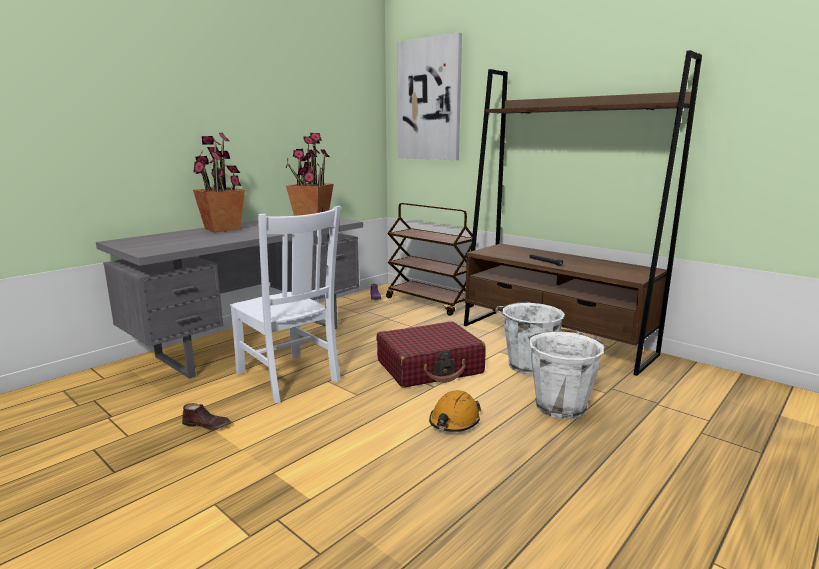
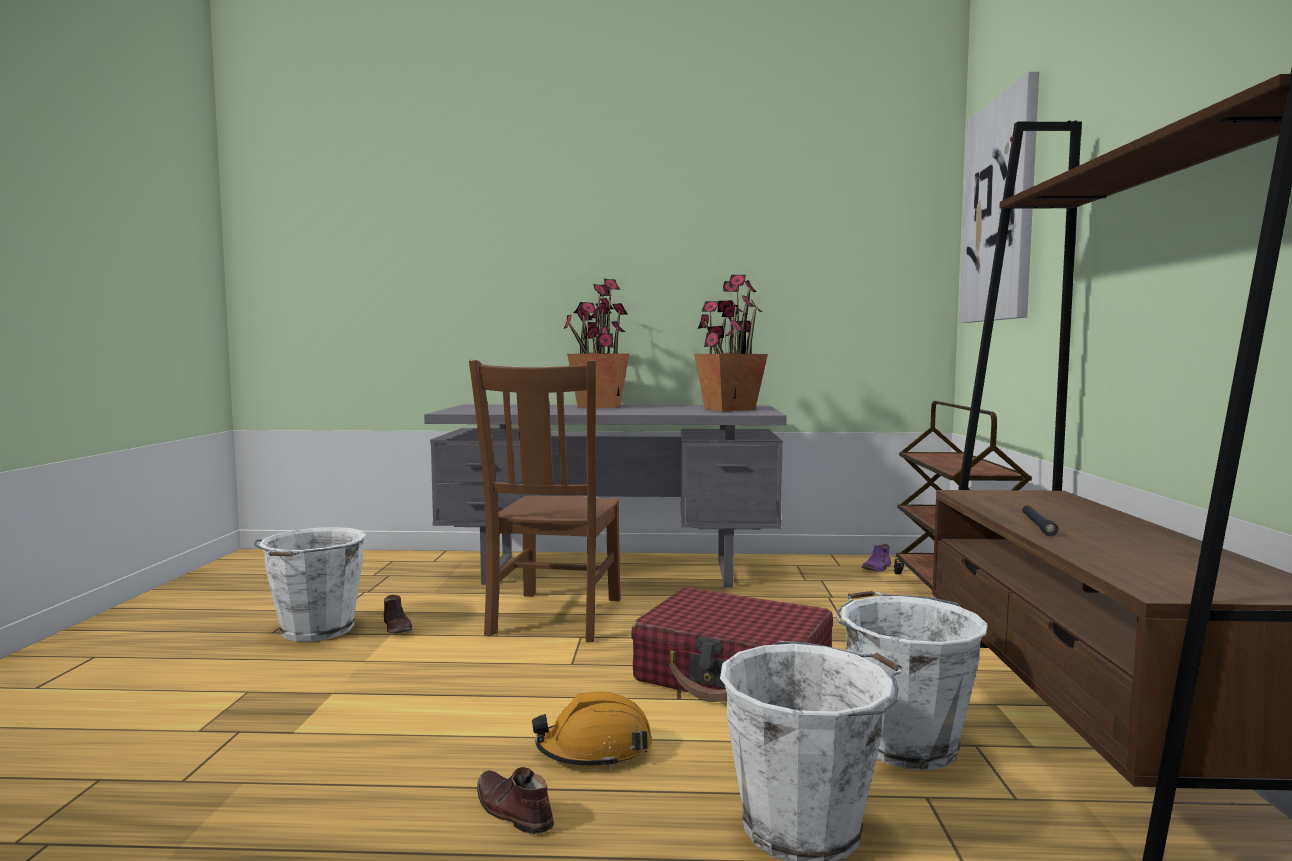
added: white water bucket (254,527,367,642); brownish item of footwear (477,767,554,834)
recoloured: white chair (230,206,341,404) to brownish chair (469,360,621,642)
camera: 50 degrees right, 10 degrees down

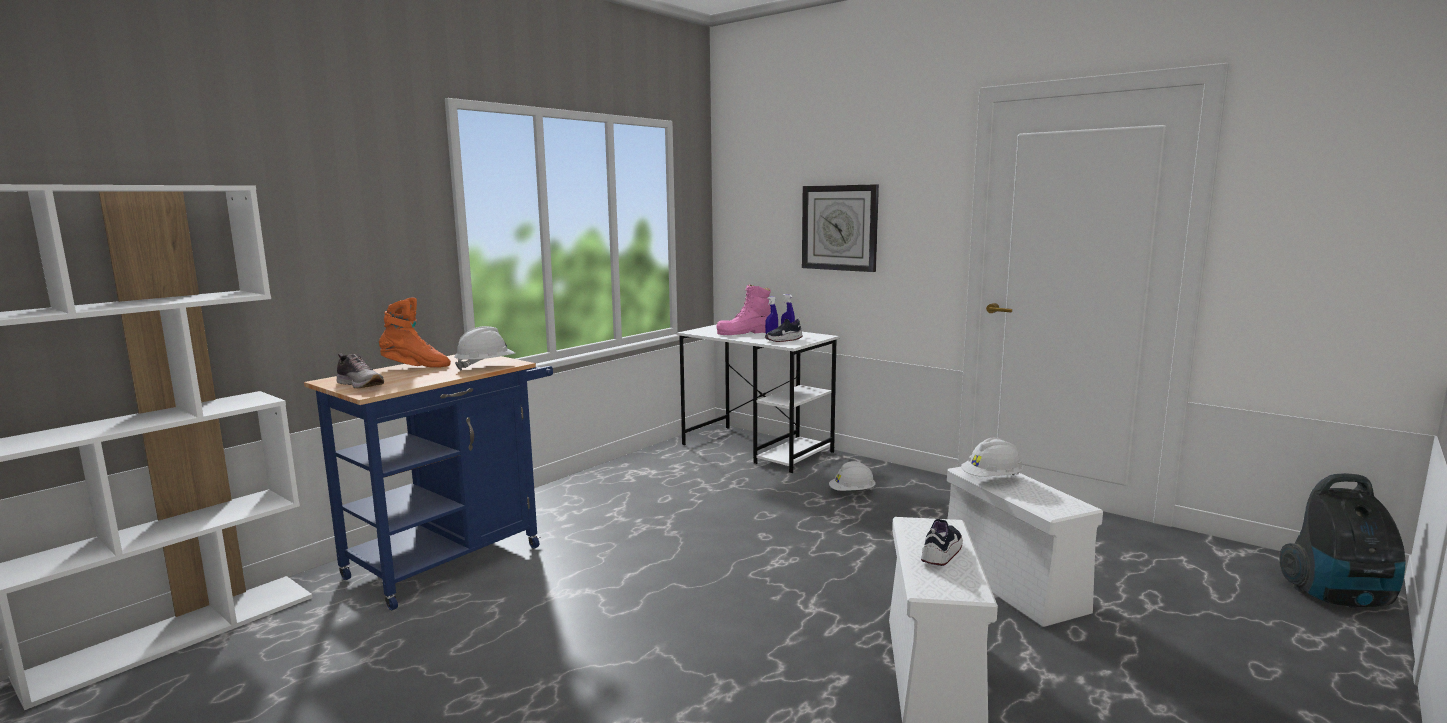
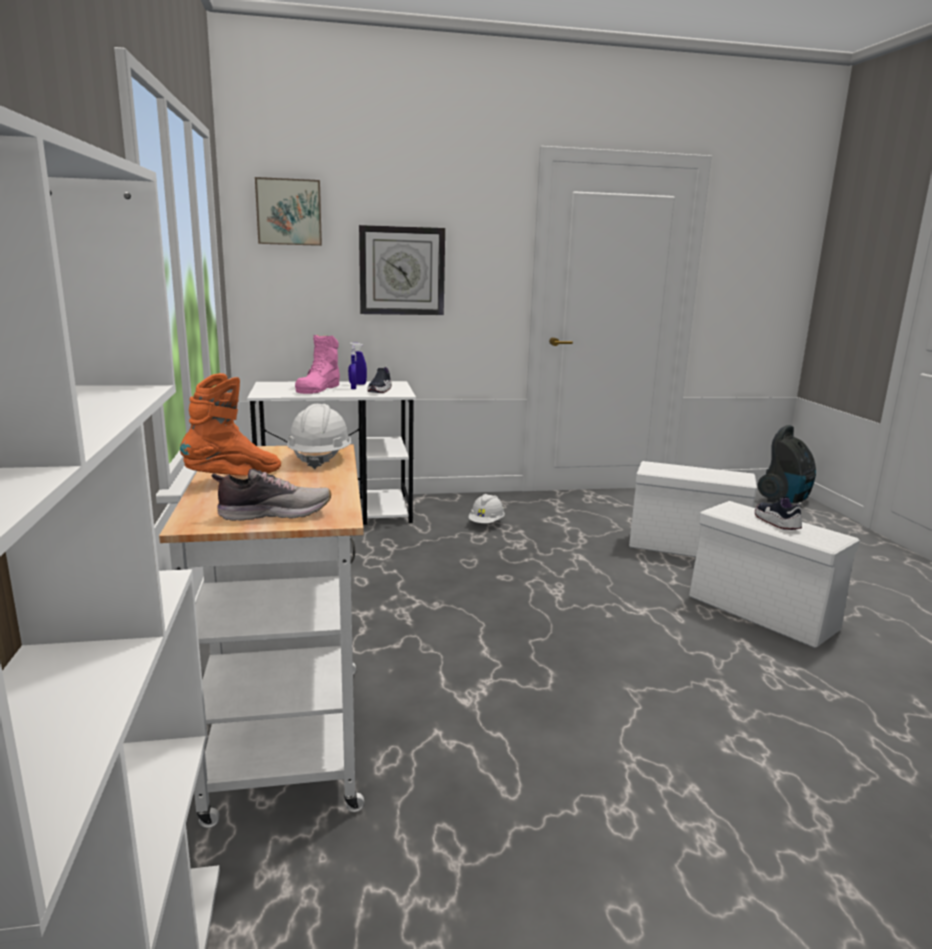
removed: white safety helmet (961,438,1023,477)
added: picture (255,177,322,246)
recoloured: bluish wheeled cart (304,354,553,610) to white wheeled cart (159,444,364,828)
camera: 50 degrees left, 5 degrees up

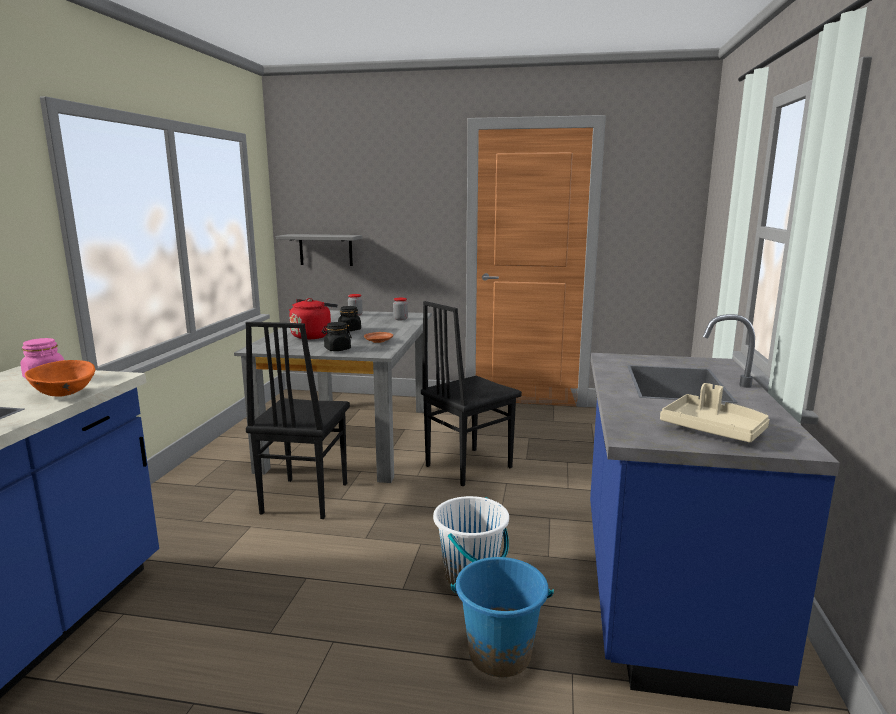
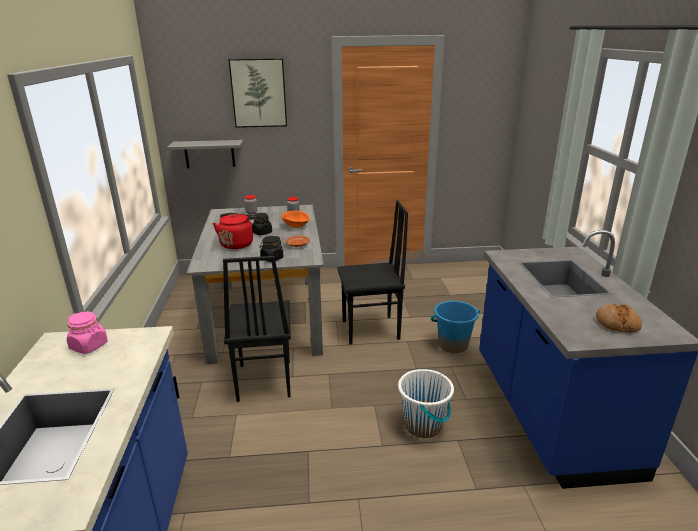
added: picture (228,58,287,128)
moved: orange-coloured serving bowl (25,360,96,397) to (282,211,310,228); bluish water bucket (451,557,554,677) to (431,301,480,353)
replaced: sand-coloured carrying tray (660,383,770,443) to bread (596,304,642,333)
turned: black-coloured chair (421,301,522,487) = (337,200,408,345) 135 degrees counterclockwise
camera: 15 degrees left, 10 degrees up

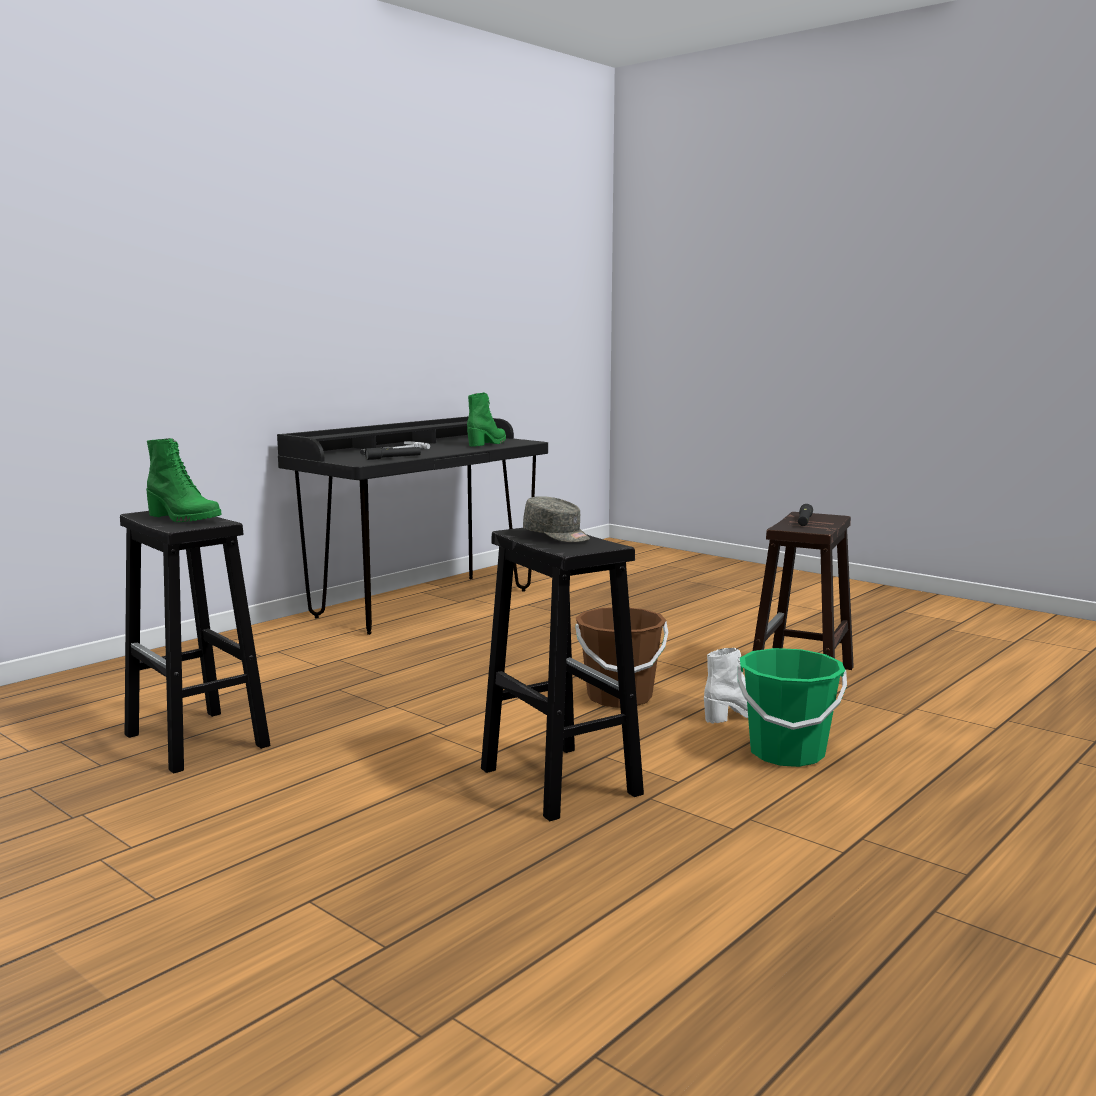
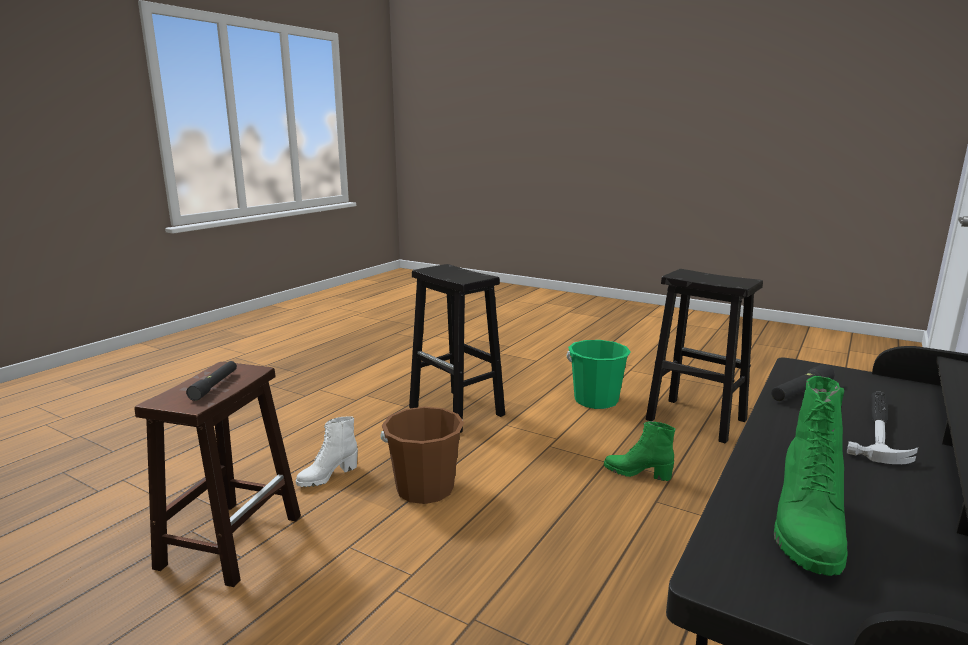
removed: grey baseball cap (523,496,590,542)
moved: green-coloured boot (146,438,222,522) to (604,421,676,481); green-coloured water bucket (737,648,847,767) to (567,340,630,409)
camera: 170 degrees right, 5 degrees up

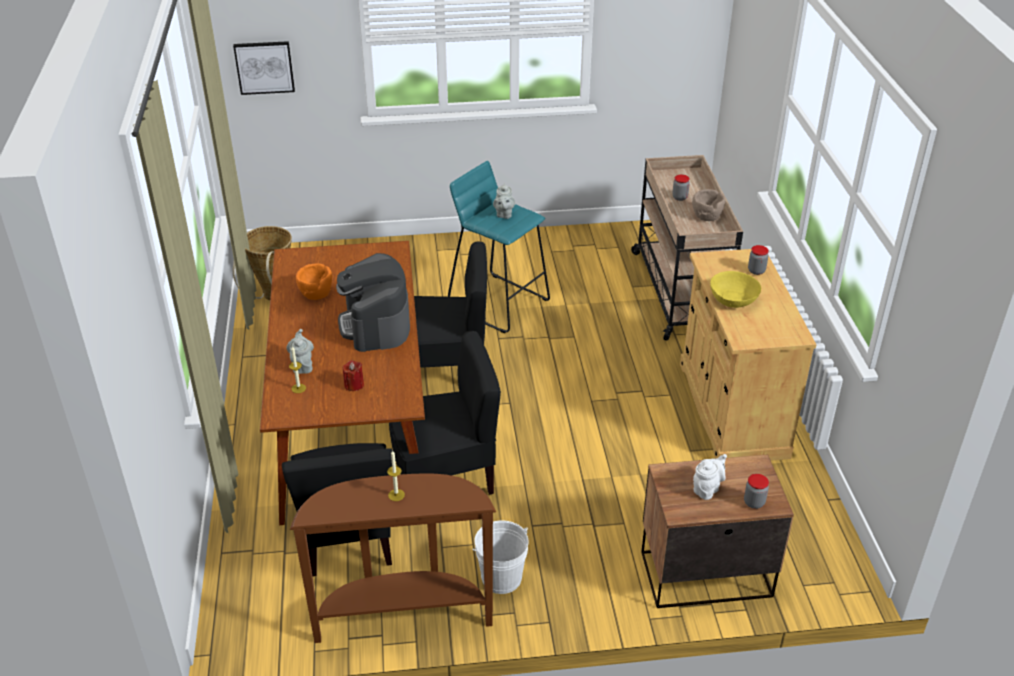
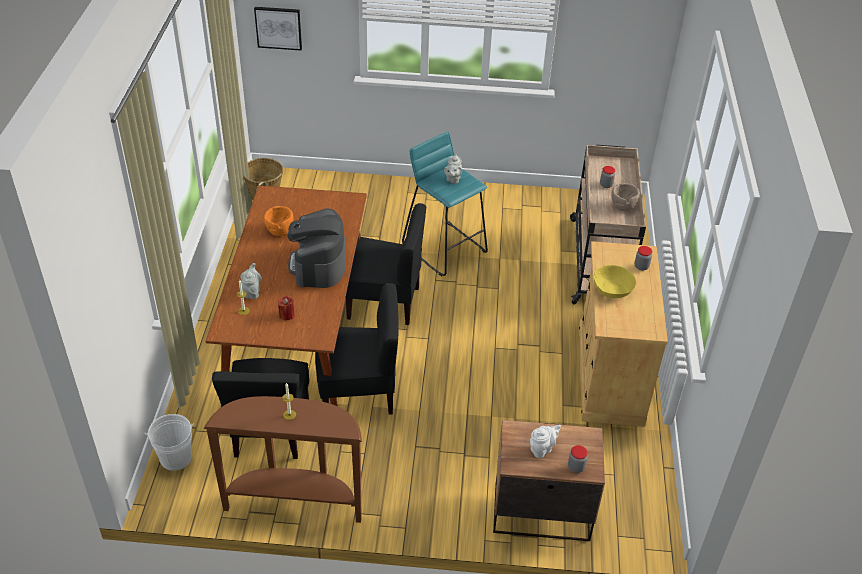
moved: white water bucket (473,521,528,594) to (145,414,194,471)
camera: 10 degrees right, 5 degrees up

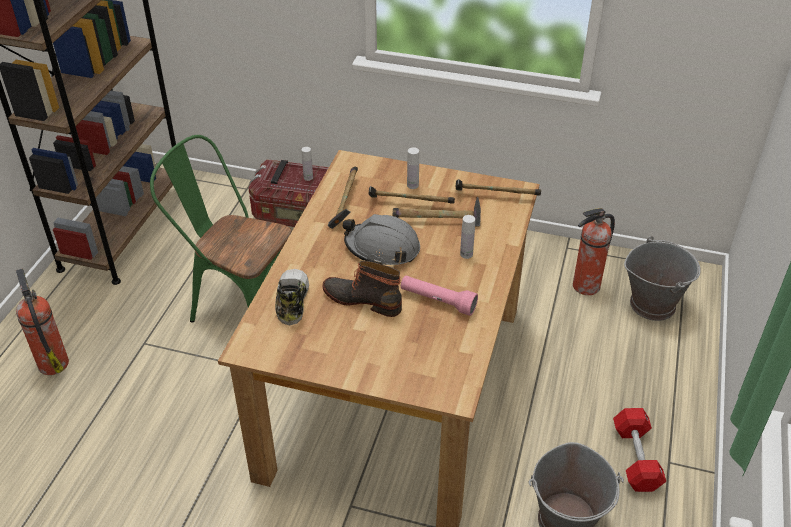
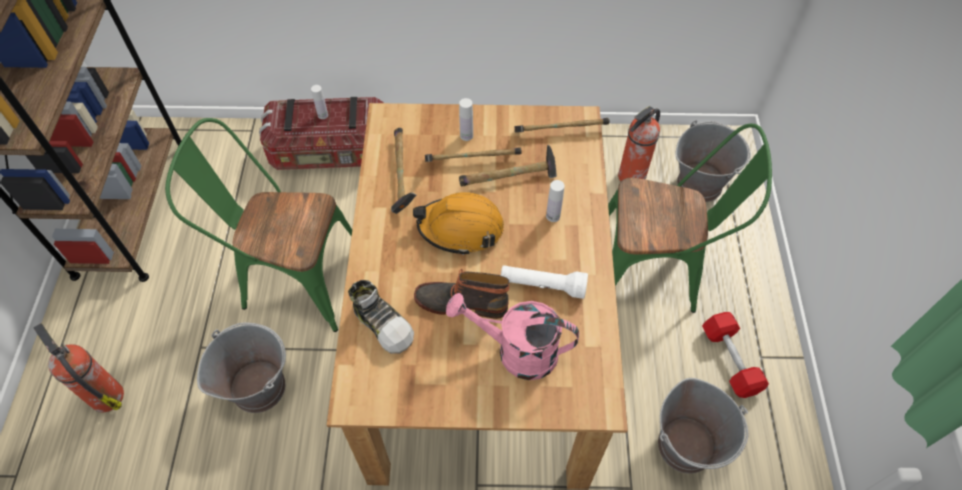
added: green-coloured chair (608,124,772,313); pinkish sprinkling can (446,293,579,380); grey water bucket (197,322,286,413)
recoloured: grey safety helmet (342,214,420,265) to orange-coloured safety helmet (413,192,504,255); pinkish torch (401,276,478,316) to white torch (501,265,588,299)
turned: item of footwear (275,269,309,325) = (348,280,414,354) 150 degrees clockwise
camera: 15 degrees left, 15 degrees up

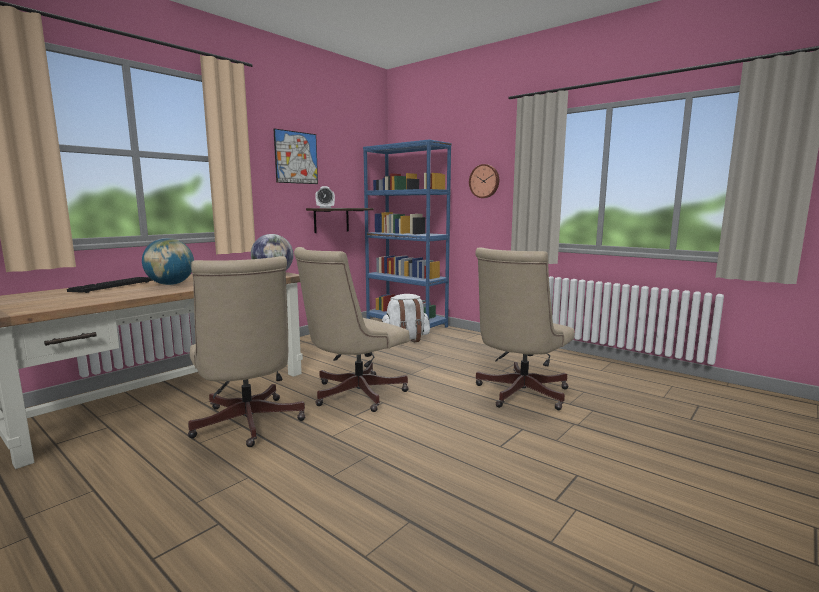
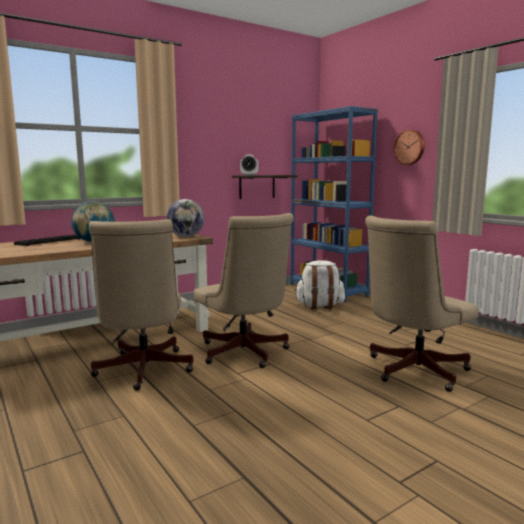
removed: picture (273,128,318,184)
turned: sand-coloured desk chair (294,247,409,412) = (194,213,294,368) 90 degrees counterclockwise
camera: 15 degrees right, 0 degrees up

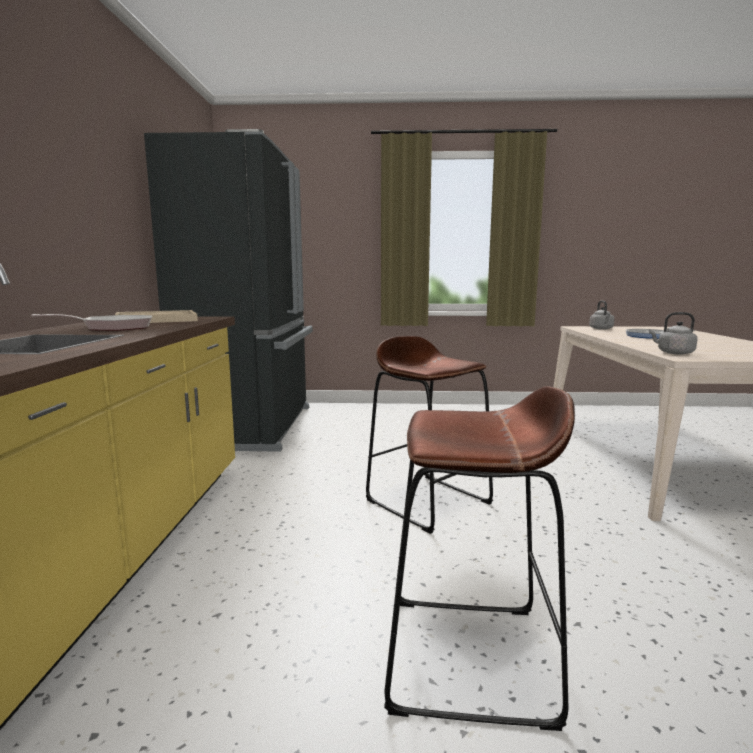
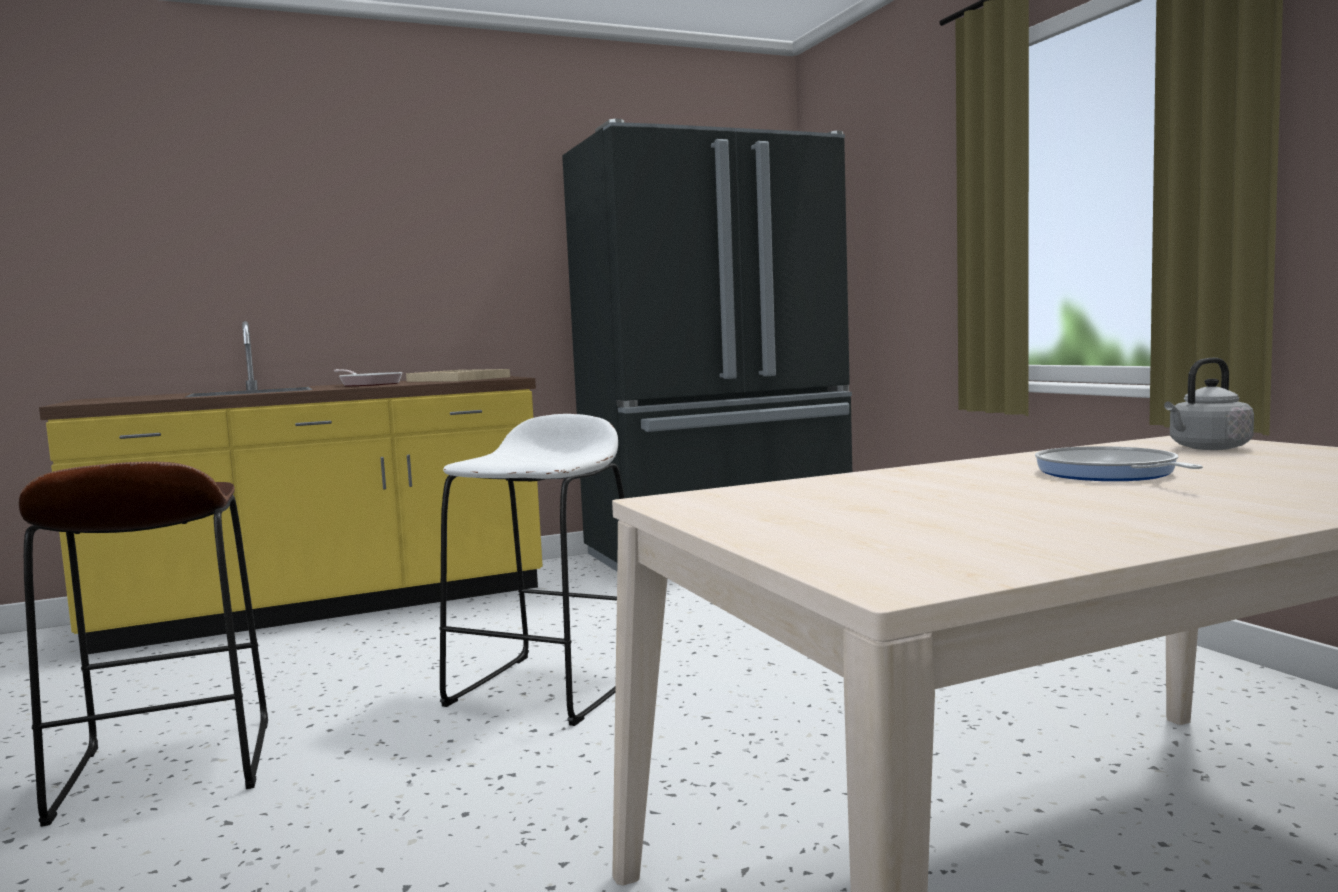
removed: grey tea kettle (649,312,697,354)
recoloured: brownish stool (366,336,493,534) to white stool (439,414,625,726)
camera: 65 degrees right, 5 degrees down

